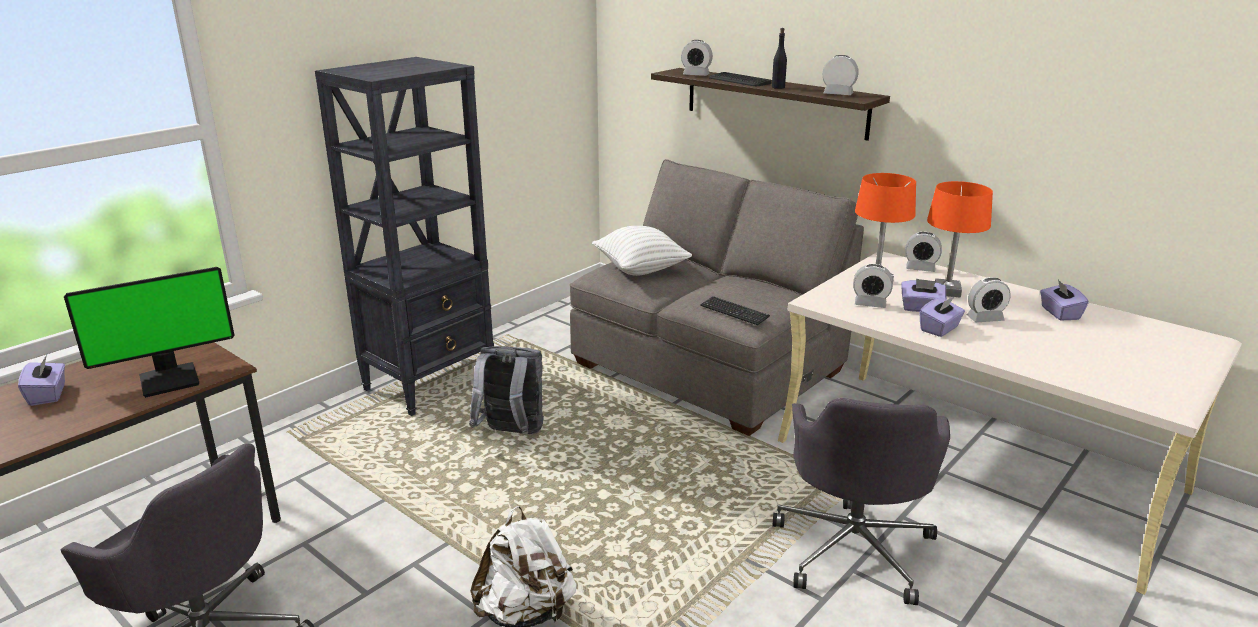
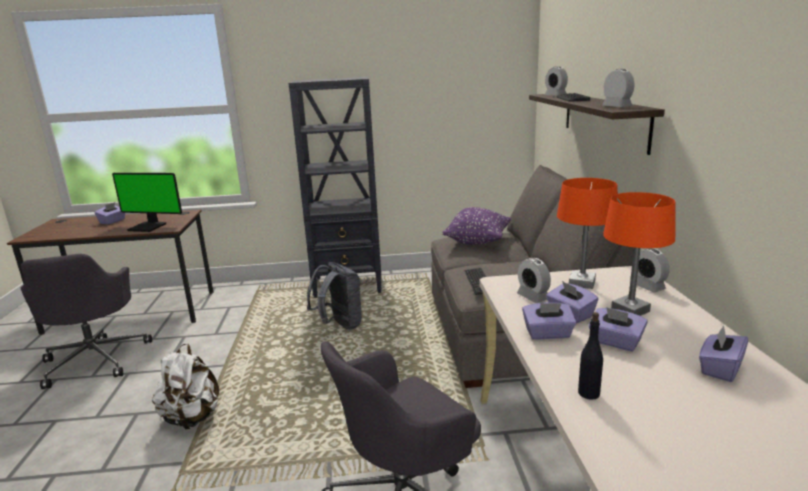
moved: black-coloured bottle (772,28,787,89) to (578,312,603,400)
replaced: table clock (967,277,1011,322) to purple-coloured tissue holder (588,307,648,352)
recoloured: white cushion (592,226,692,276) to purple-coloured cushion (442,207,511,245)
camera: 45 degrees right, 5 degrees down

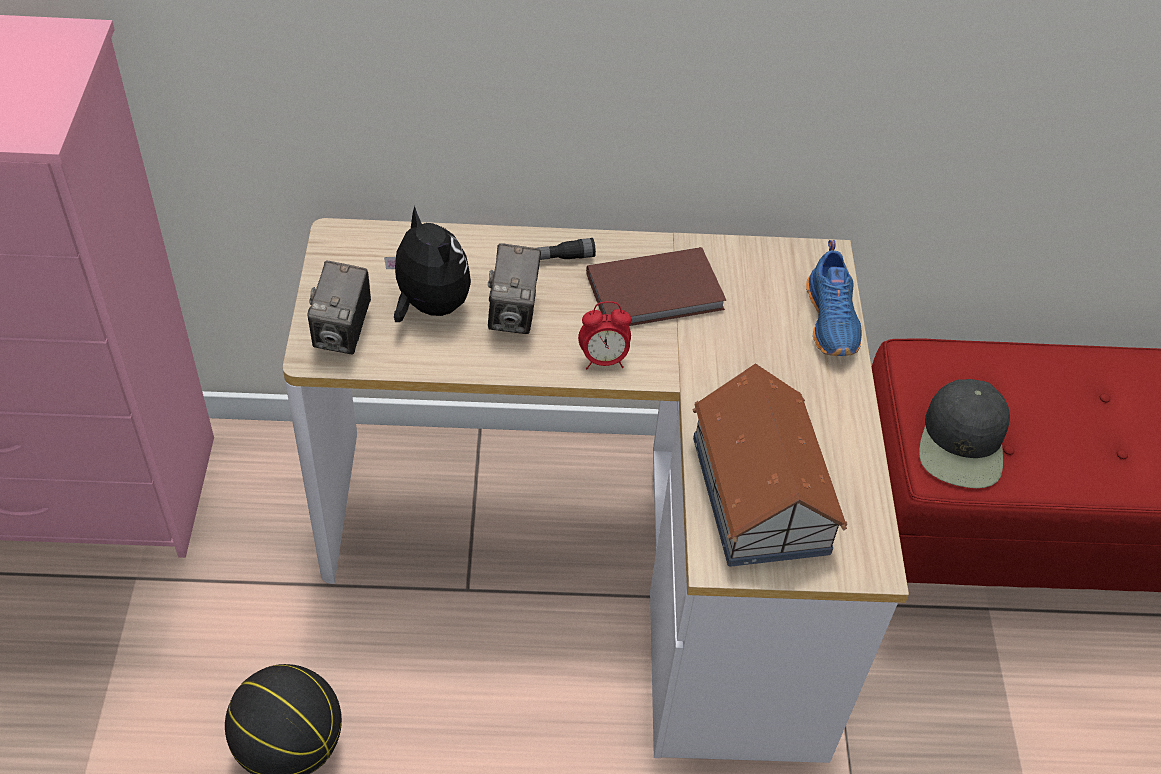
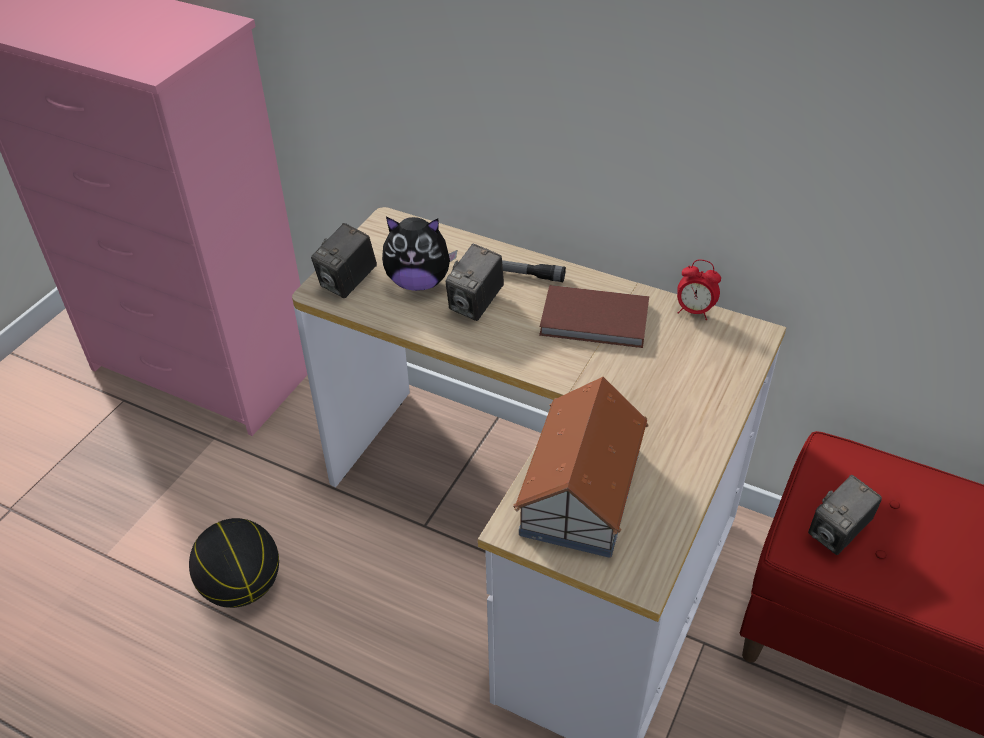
removed: bluish item of footwear (806,240,862,356)
moved: table clock (578,301,632,369) to (677,259,721,320)
replaced: black-coloured baseball cap (919,379,1010,488) to still camera (808,475,882,555)
turned: soft toy (384,206,471,322) = (382,217,457,291) 105 degrees clockwise
camera: 30 degrees right, 5 degrees down

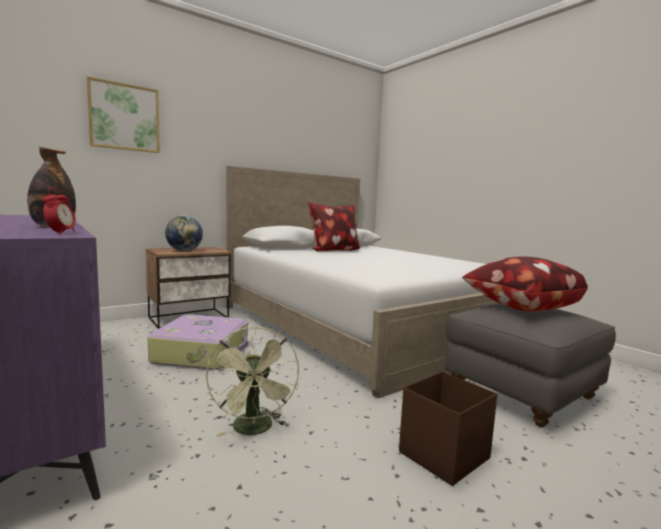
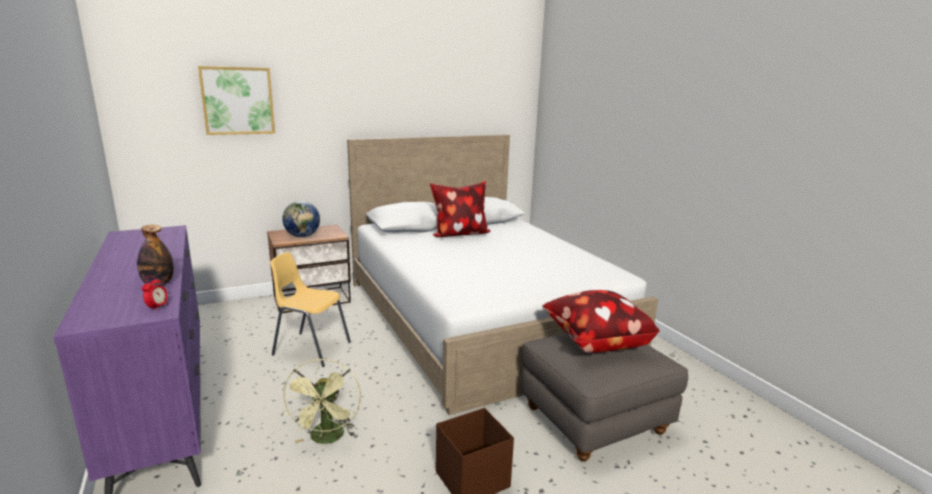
replaced: piece of luggage (148,315,248,370) to yellowish chair (270,252,351,367)
camera: 10 degrees right, 10 degrees up

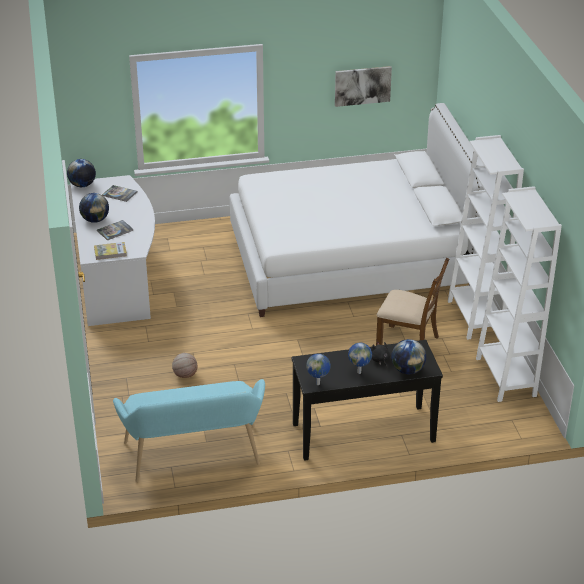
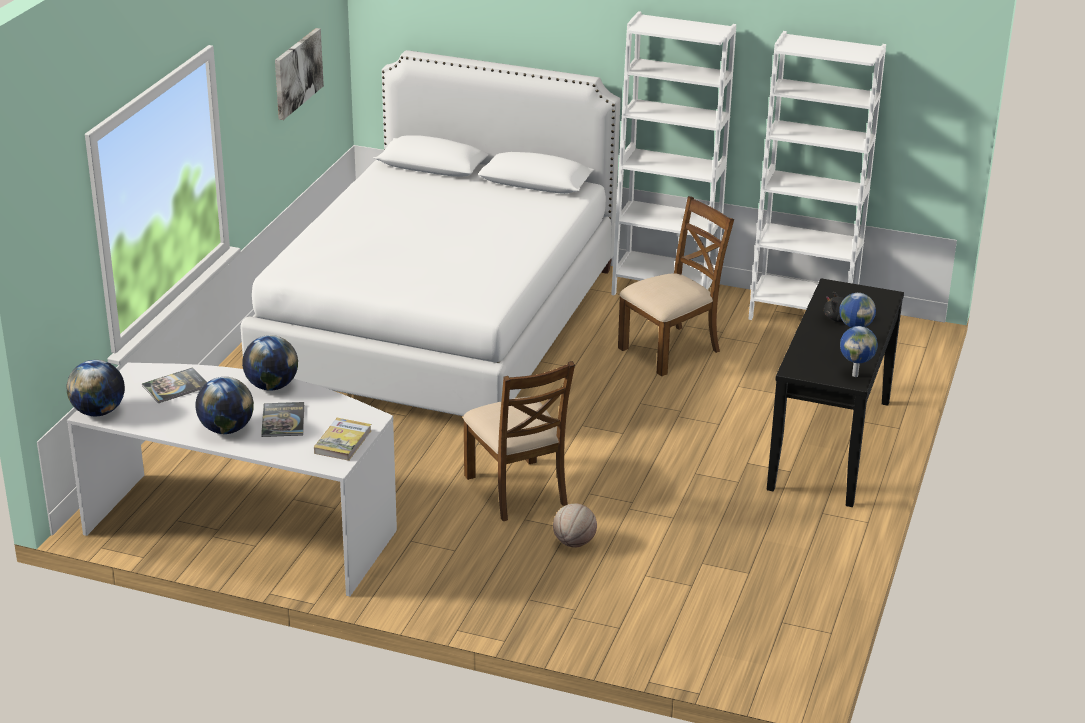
removed: blue-green indoor bench (113,379,265,482)
added: brownish chair (463,361,575,521)
moved: desk globe (391,339,426,374) to (242,335,298,391)
camera: 60 degrees left, 5 degrees down

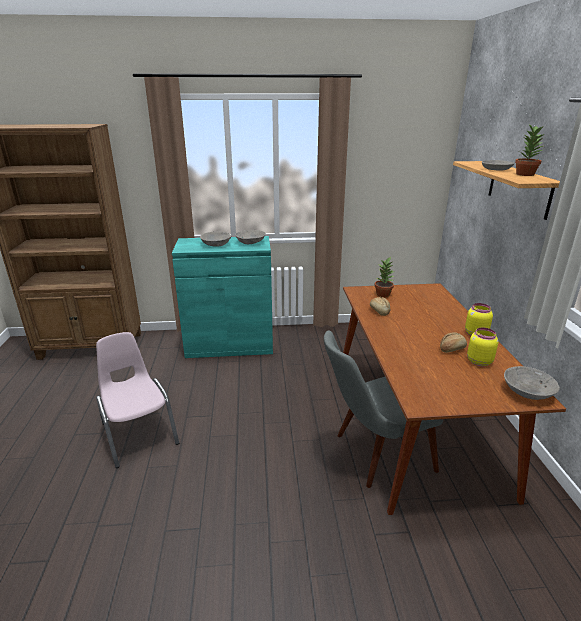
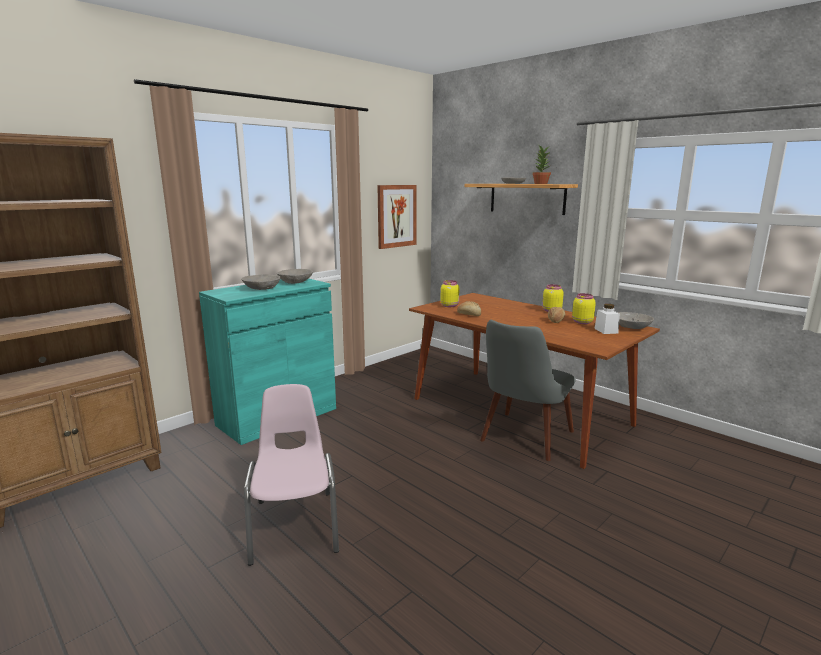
added: picture (377,185,417,249); white preserve jar (595,304,620,334)
replaced: plant in a pot (374,257,395,297) to yellowish preserve jar (441,280,459,307)
turned: pinkish chair (96,332,179,468) = (244,384,339,566) 60 degrees clockwise
camera: 40 degrees left, 10 degrees down

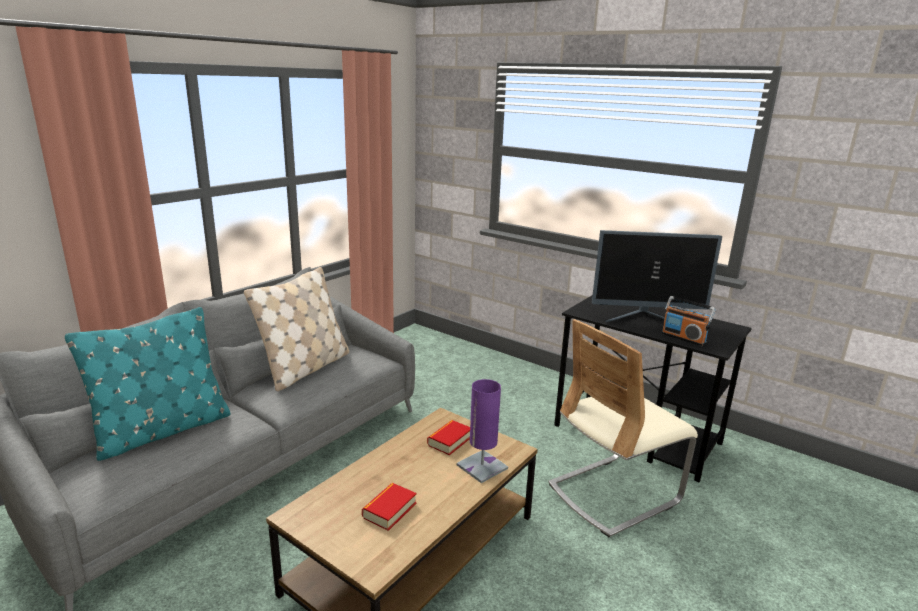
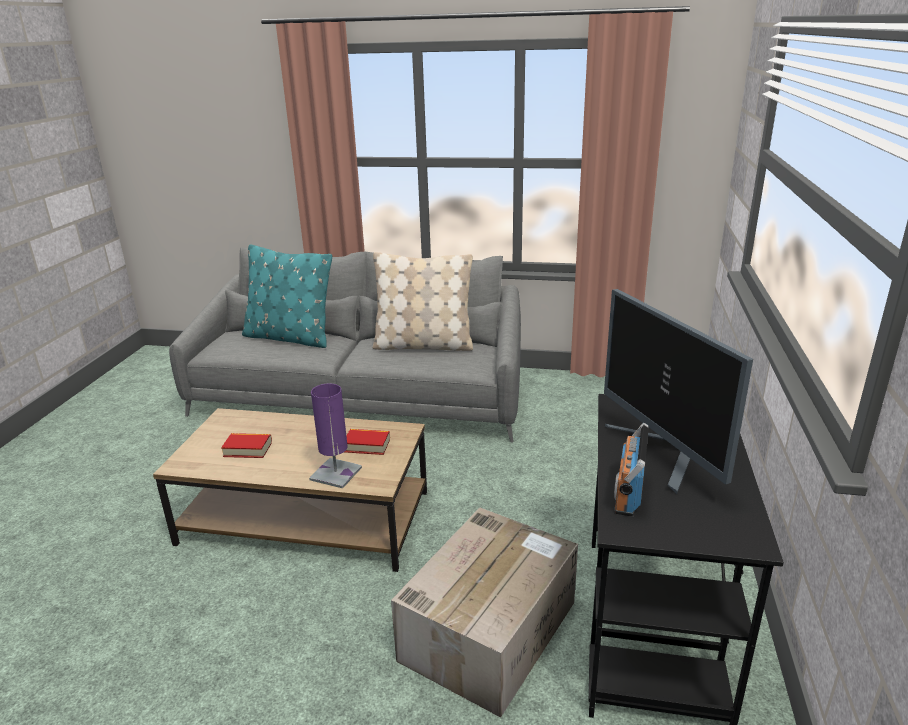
replaced: sand-coloured chair (548,319,698,537) to packing box (391,507,578,718)
camera: 65 degrees right, 5 degrees up

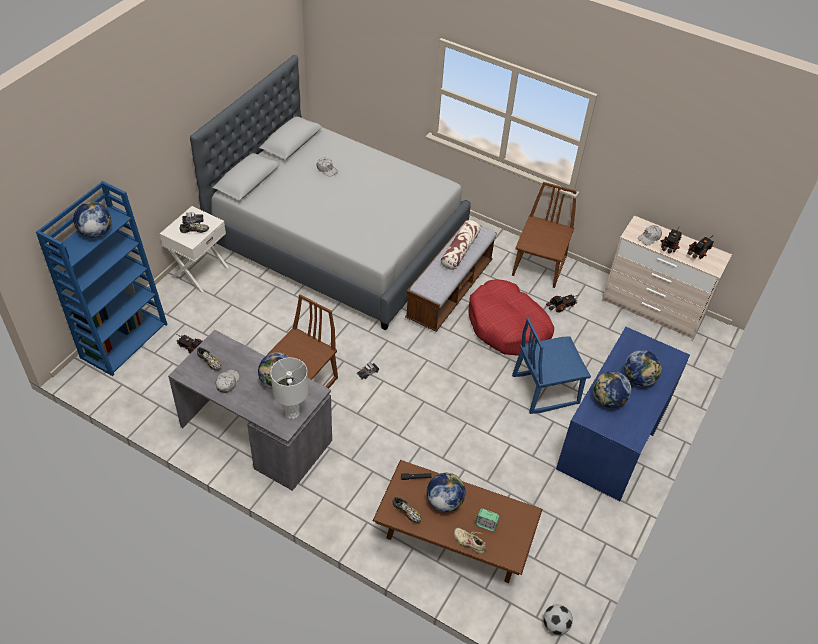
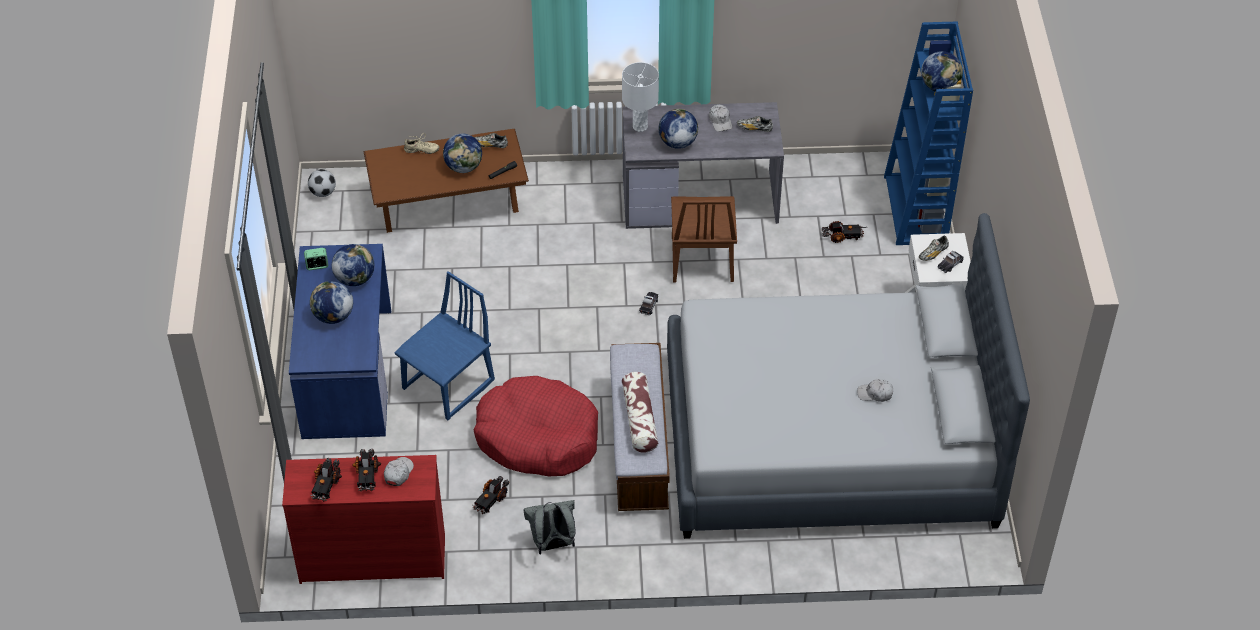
moved: table clock (476,509,500,532) to (304,248,328,270)
replaced: brownish chair (512,182,577,288) to grey rucksack (523,500,575,554)
recoloured: sand-coloured dresser (602,216,732,341) to red-coloured dresser (282,455,445,584)
camera: 150 degrees right, 0 degrees up

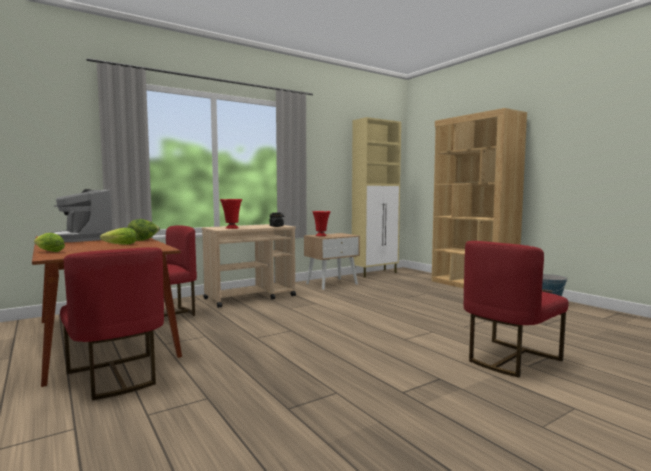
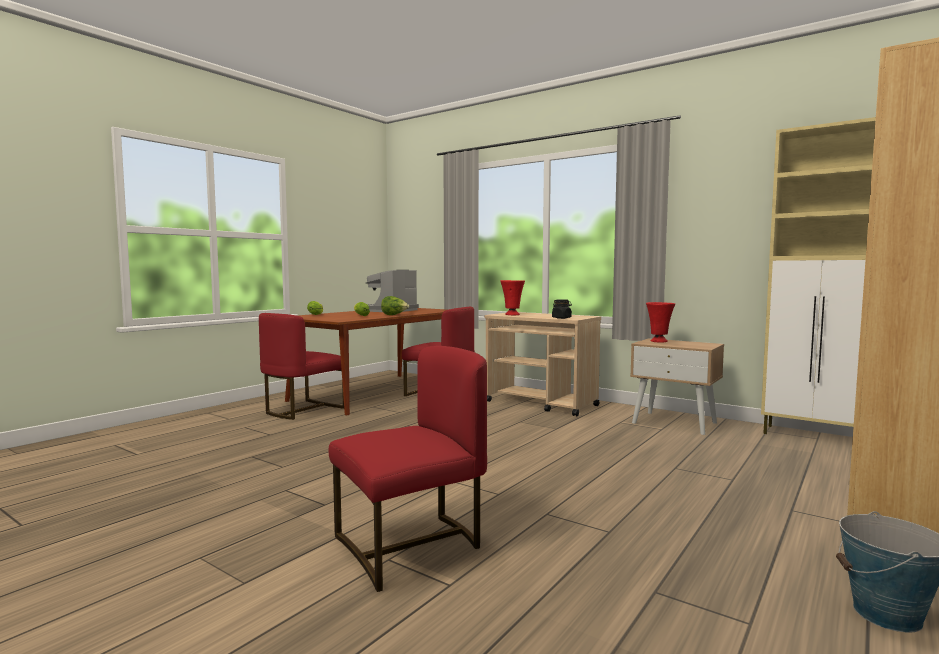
turned: red-coloured chair (464,241,568,378) = (329,346,487,592) 120 degrees clockwise
camera: 70 degrees right, 0 degrees up

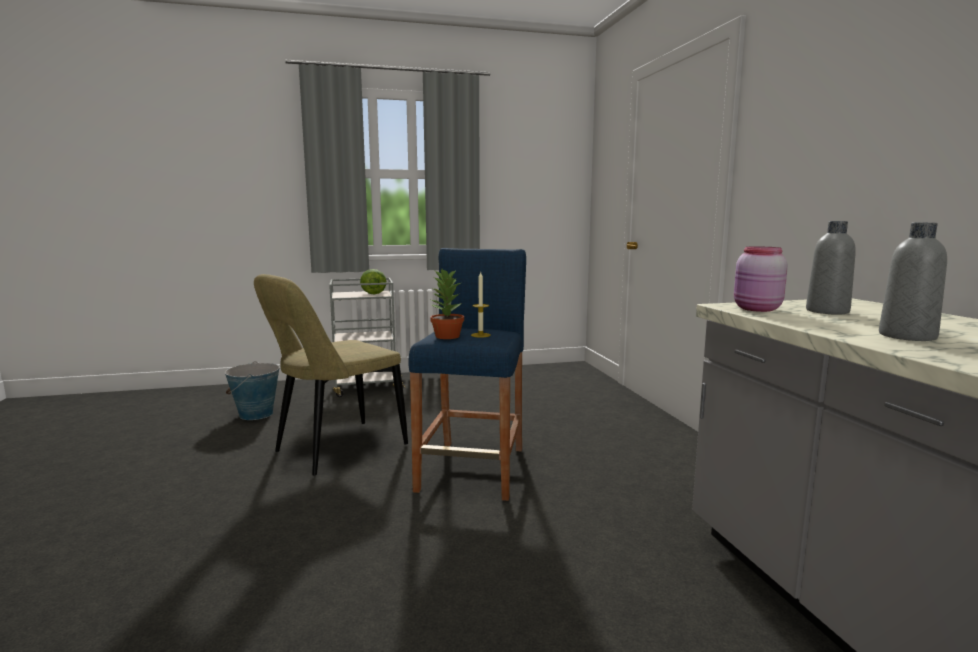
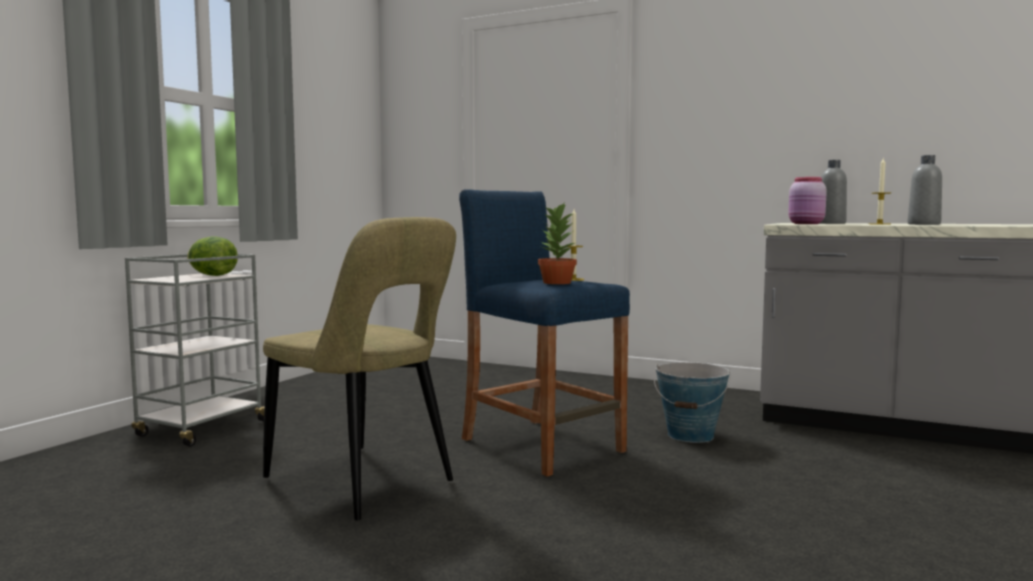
added: candle (869,157,891,225)
moved: water bucket (225,361,279,420) to (654,362,731,443)
turned: sand-coloured chair (254,274,408,476) = (263,217,456,520) 45 degrees counterclockwise
camera: 50 degrees left, 5 degrees down

